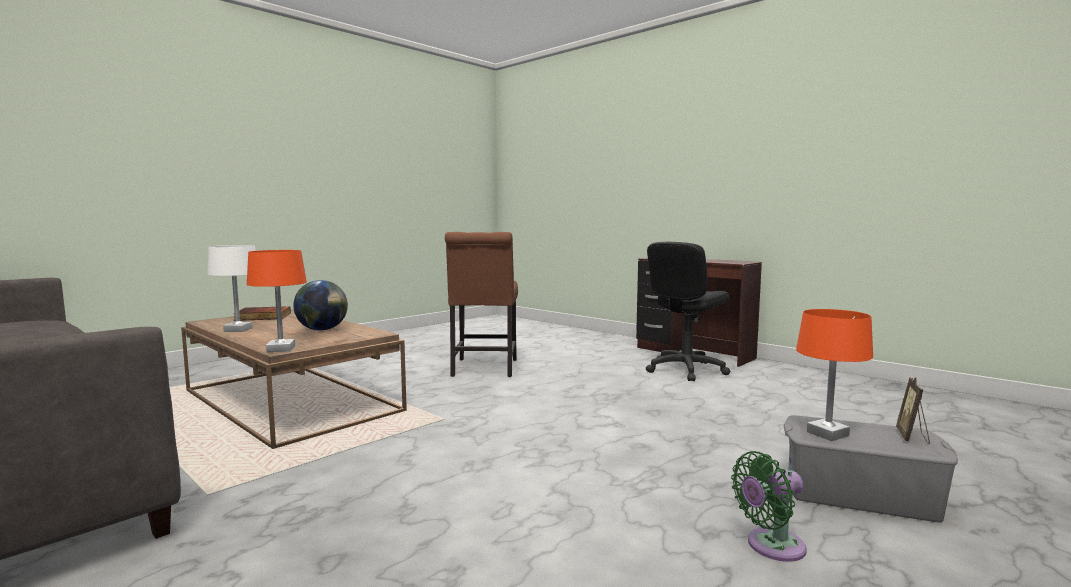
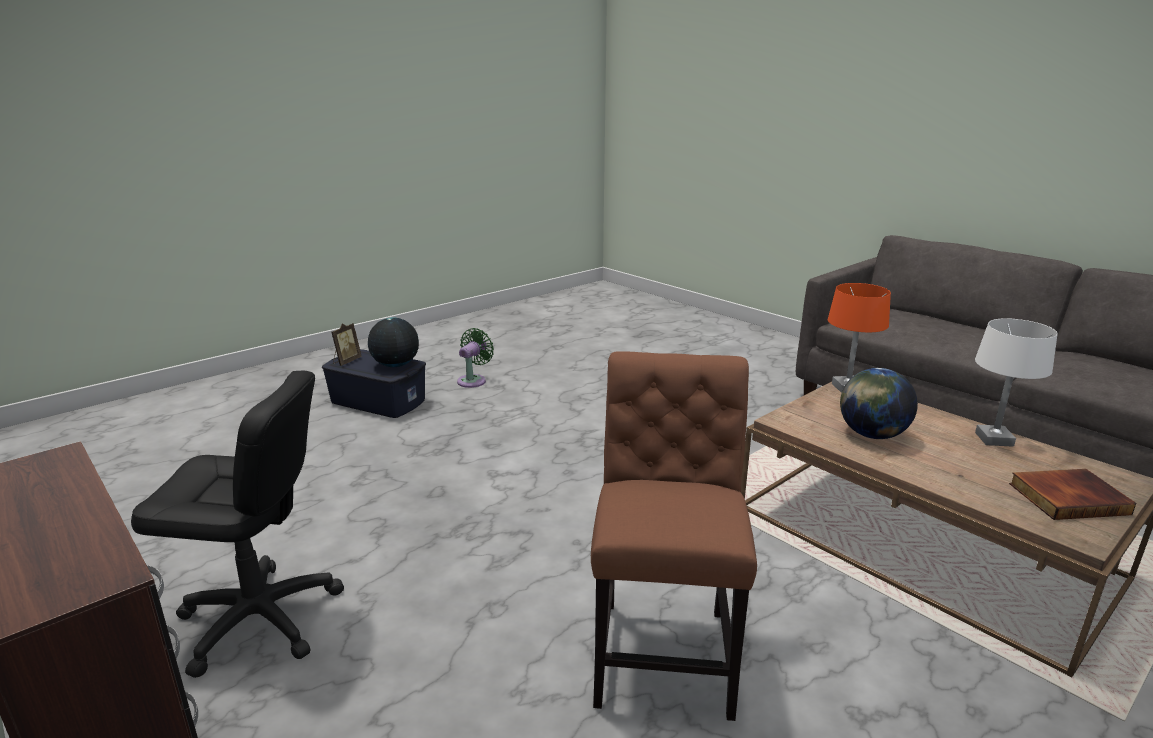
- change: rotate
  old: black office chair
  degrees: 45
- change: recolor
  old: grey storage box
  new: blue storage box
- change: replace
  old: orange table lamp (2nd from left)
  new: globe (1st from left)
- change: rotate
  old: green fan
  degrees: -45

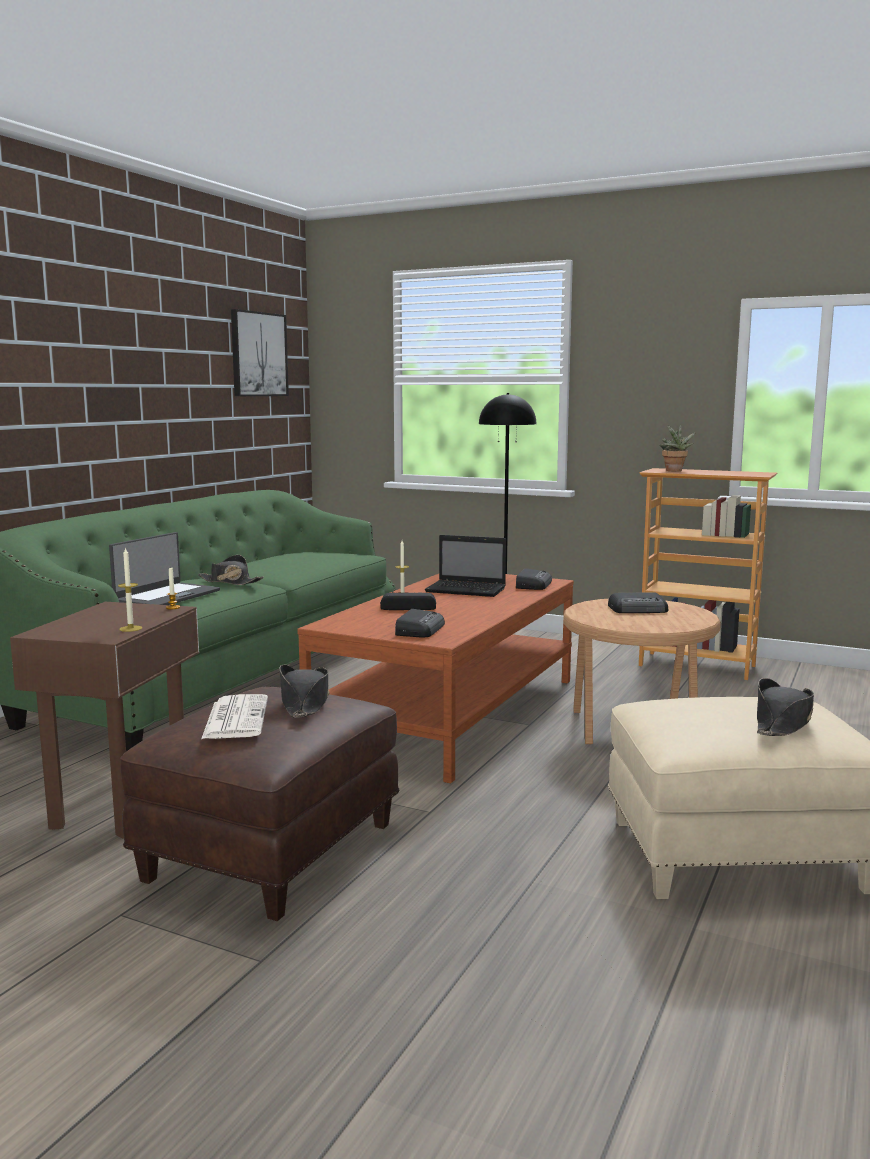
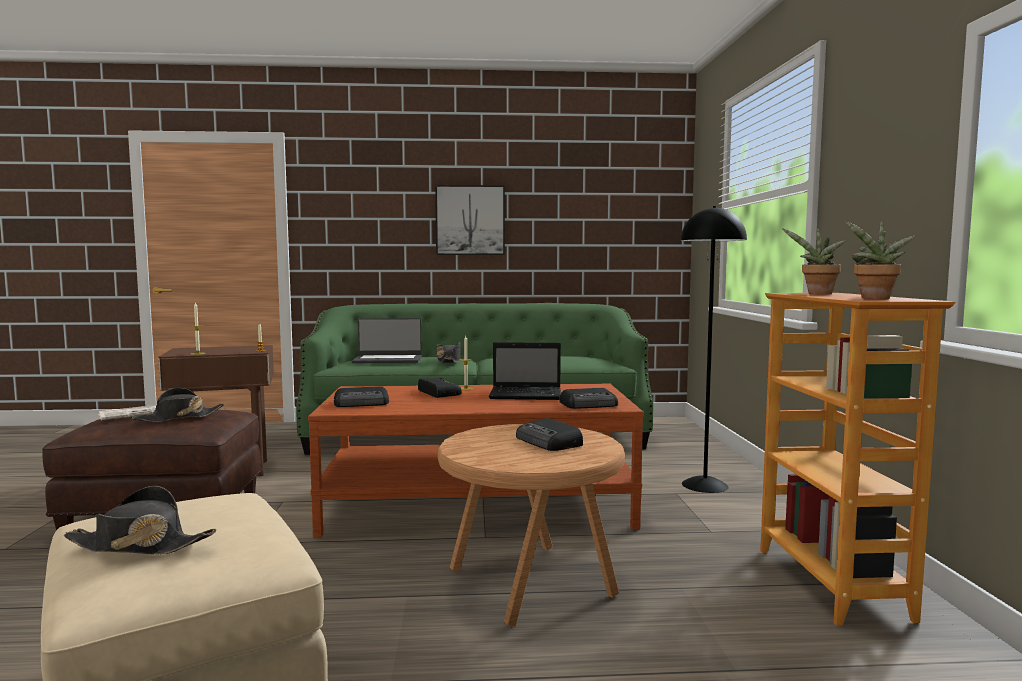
- change: move
  old: picture
- change: rotate
  old: laptop (2nd from left)
  degrees: -75
- change: insert
  new: potted plant (2nd from left)

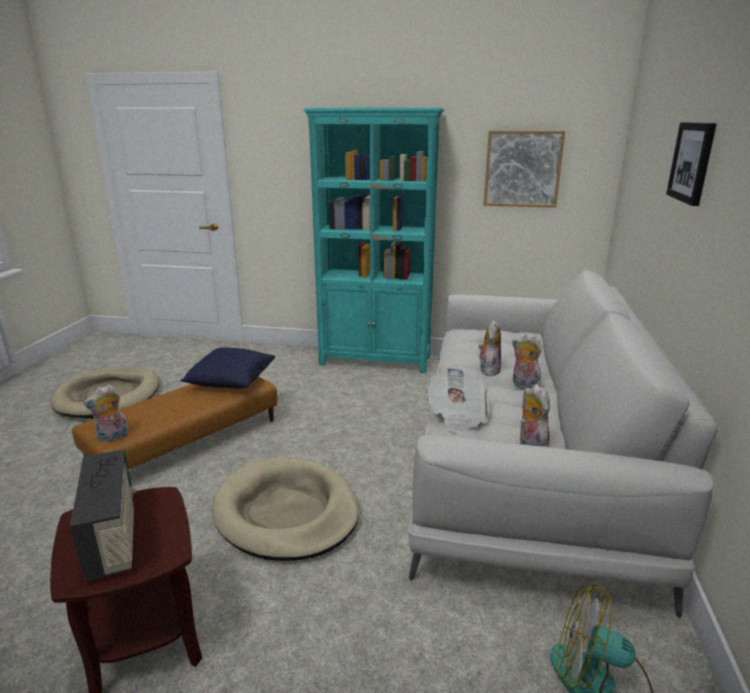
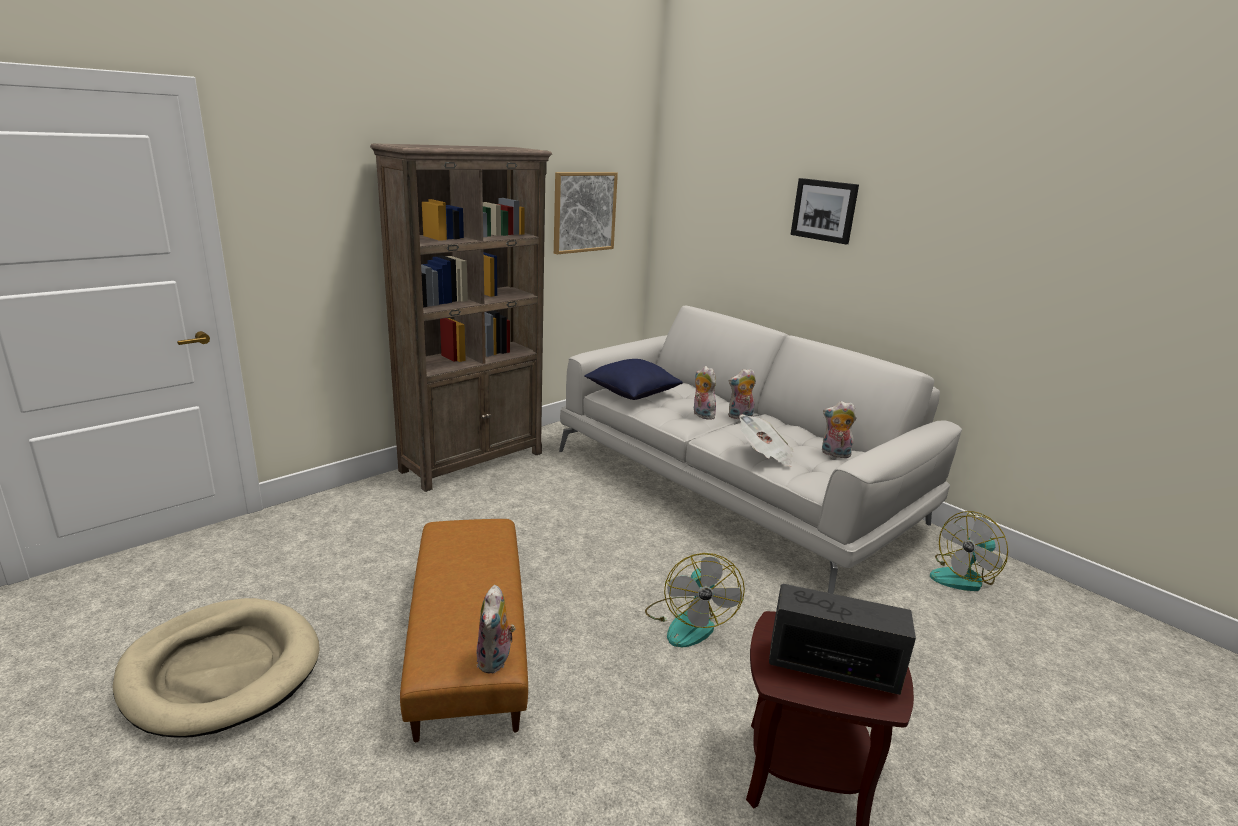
- change: recolor
  old: turquoise bookcase
  new: brown bookcase
- change: move
  old: blue pillow
- change: replace
  old: beige dog bed (2nd from left)
  new: fan (1st from left)

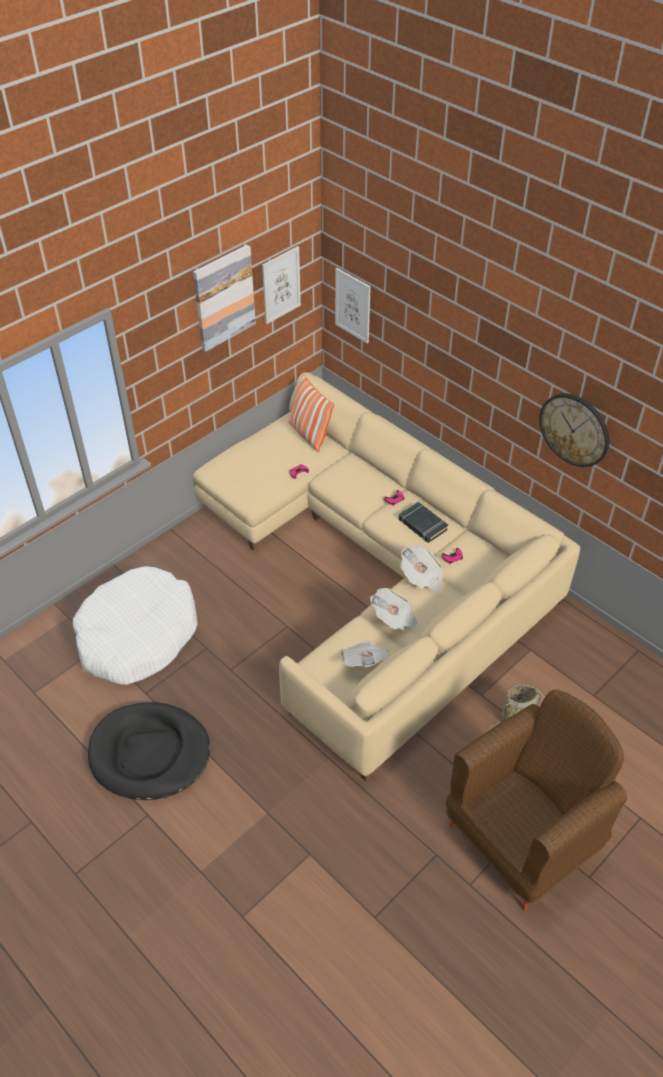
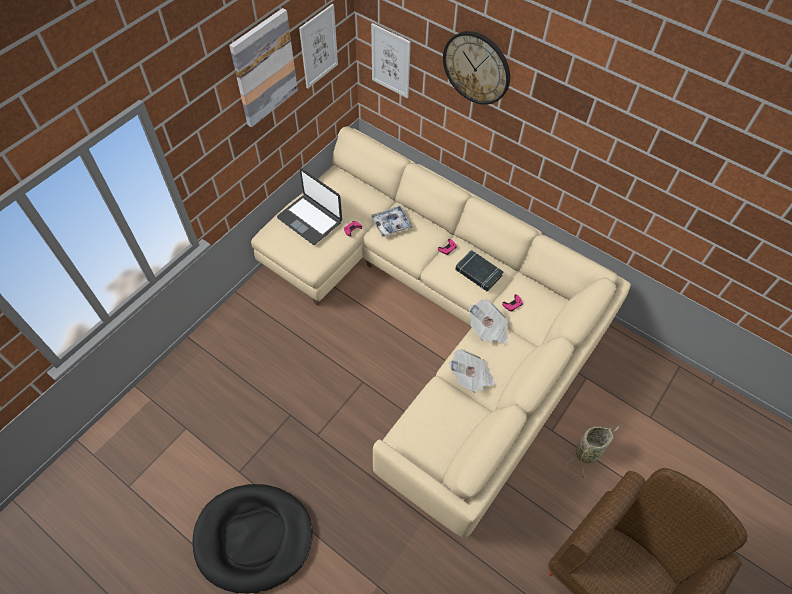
- change: insert
  new: laptop
- change: insert
  new: tray
- change: move
  old: wall clock
- change: delete
  old: white dog bed
- change: delete
  old: pillow
- change: delete
  old: newspaper (1st from left)

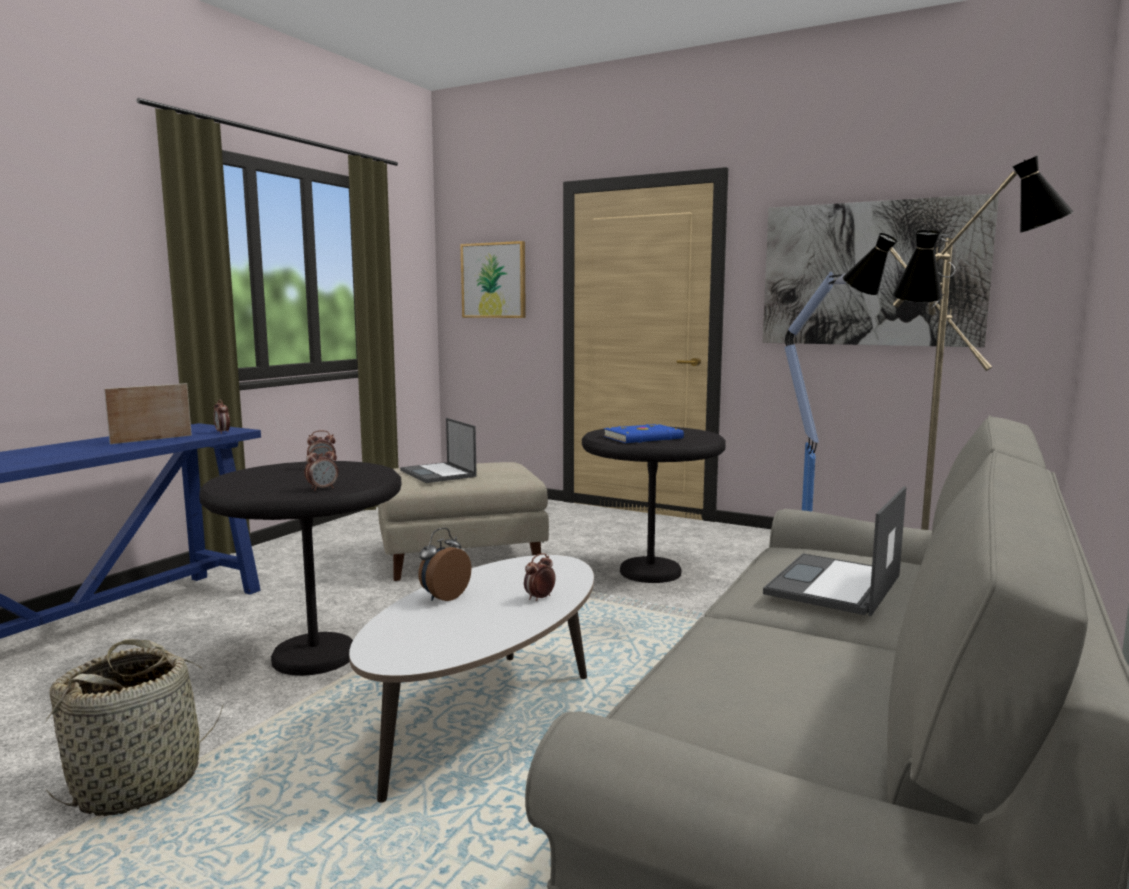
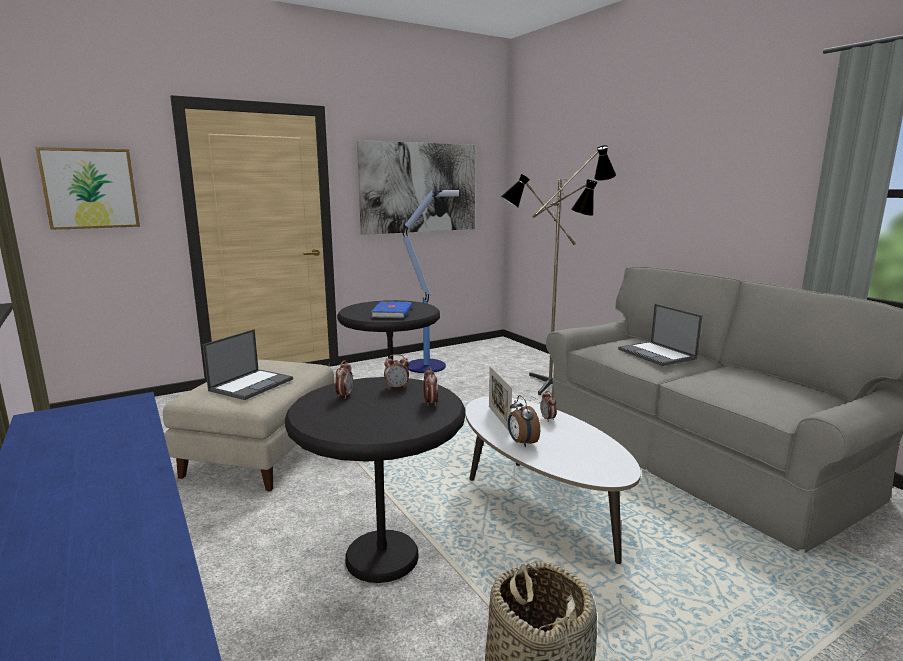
- change: rotate
  old: laptop (1st from left)
  degrees: -60
- change: move
  old: alarm clock (1st from left in the first image)
  new: alarm clock (2nd from left)
- change: move
  old: picture frame

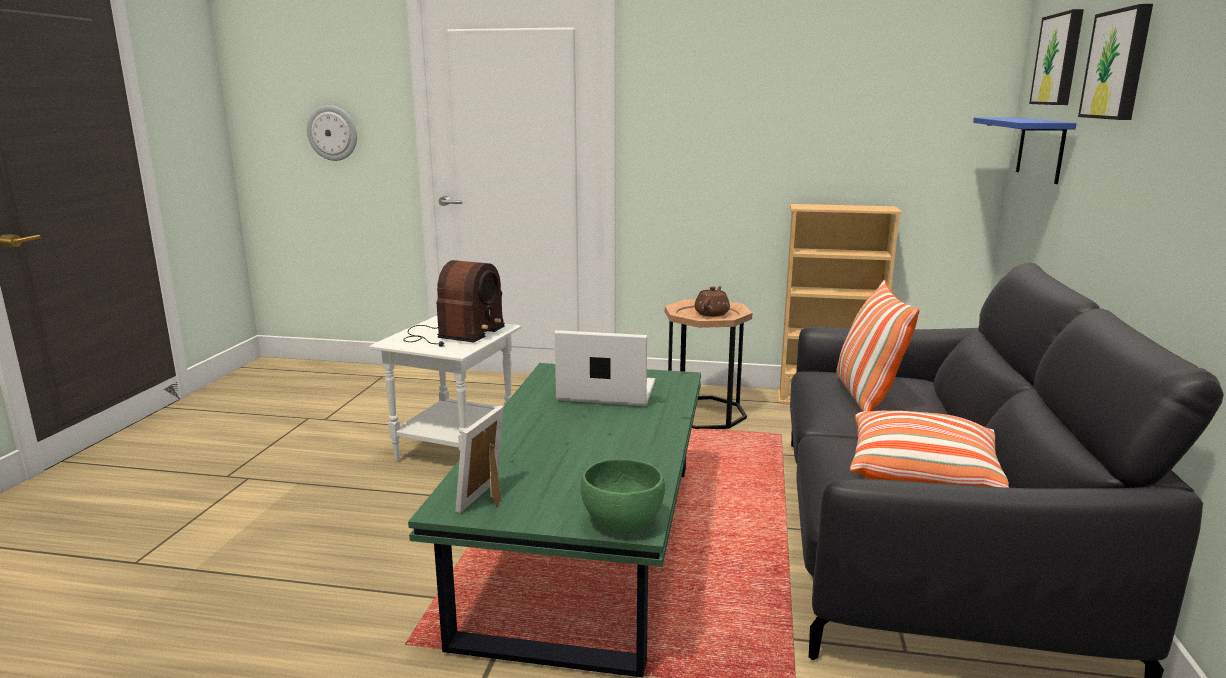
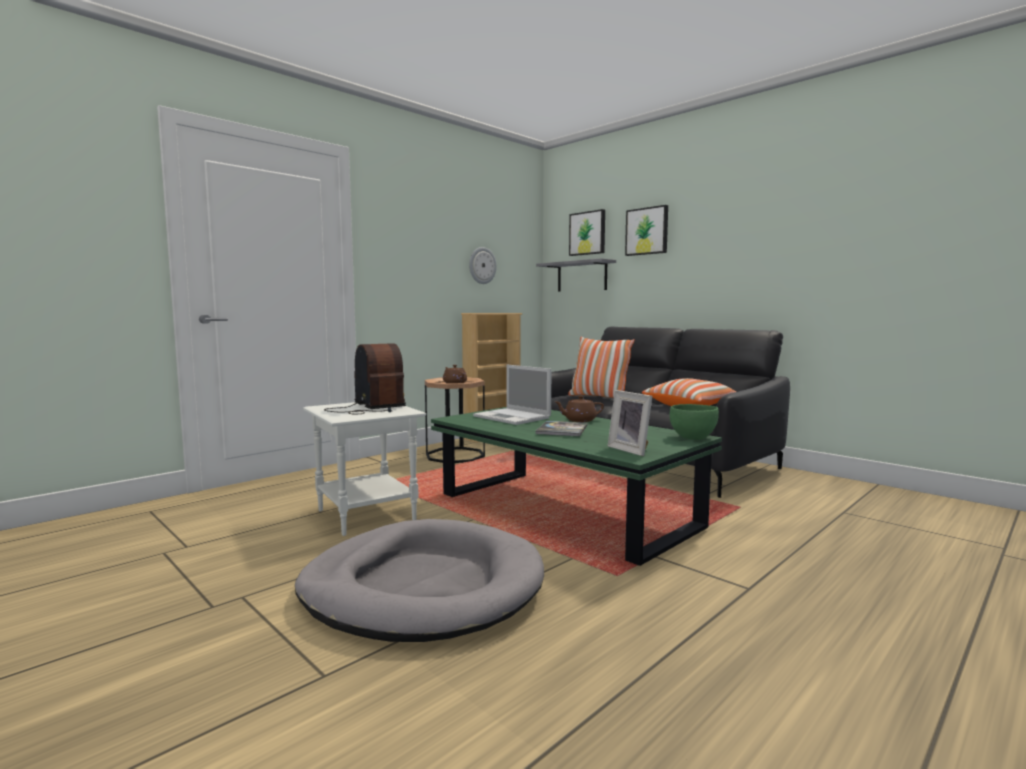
- change: insert
  new: grey dog bed
- change: move
  old: wall clock
- change: rotate
  old: laptop
  degrees: -90
- change: recolor
  old: blue shelf
  new: grey shelf
- change: insert
  new: book
- change: insert
  new: brown teapot (2nd from left)

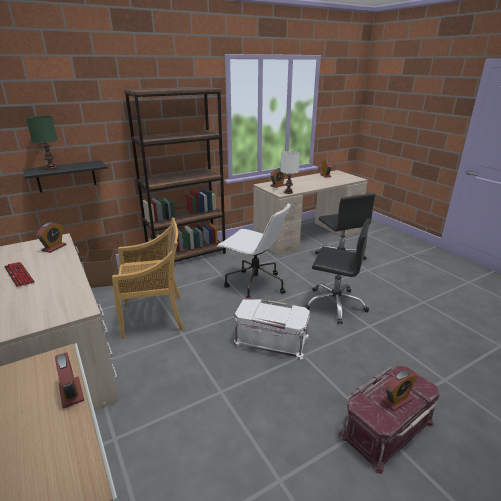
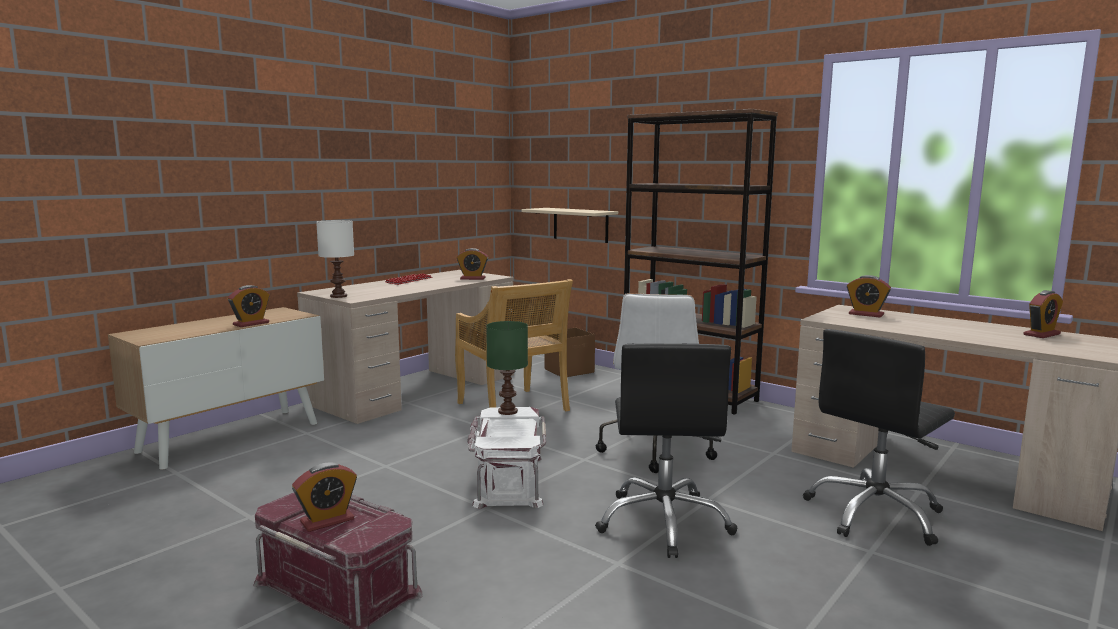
- change: rotate
  old: alarm clock (5th from left in the first image)
  degrees: -75
- change: move
  old: white table lamp
- change: move
  old: green table lamp
- change: recolor
  old: black shelf
  new: beige shelf

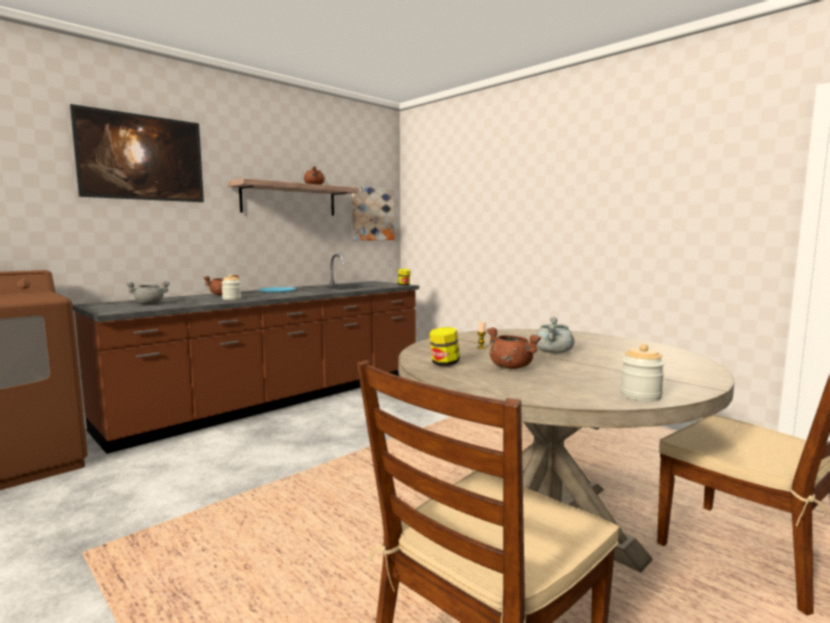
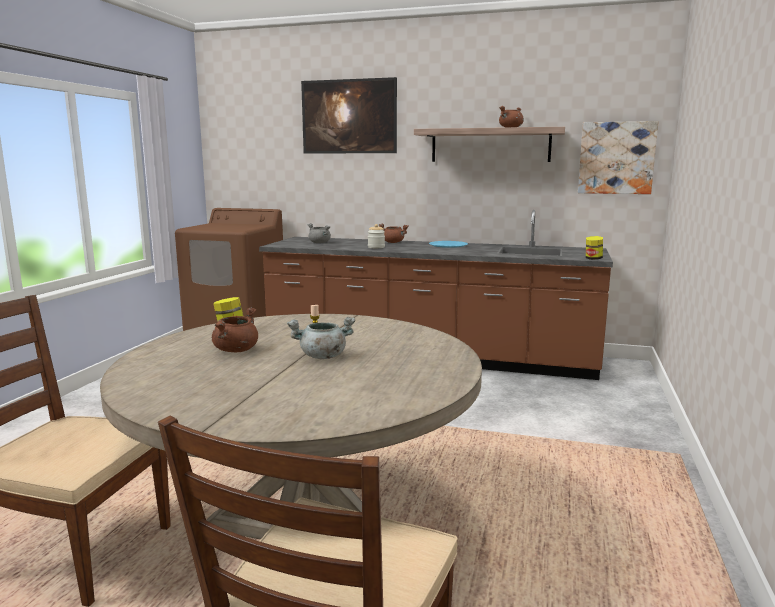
- change: delete
  old: jar (4th from left)

